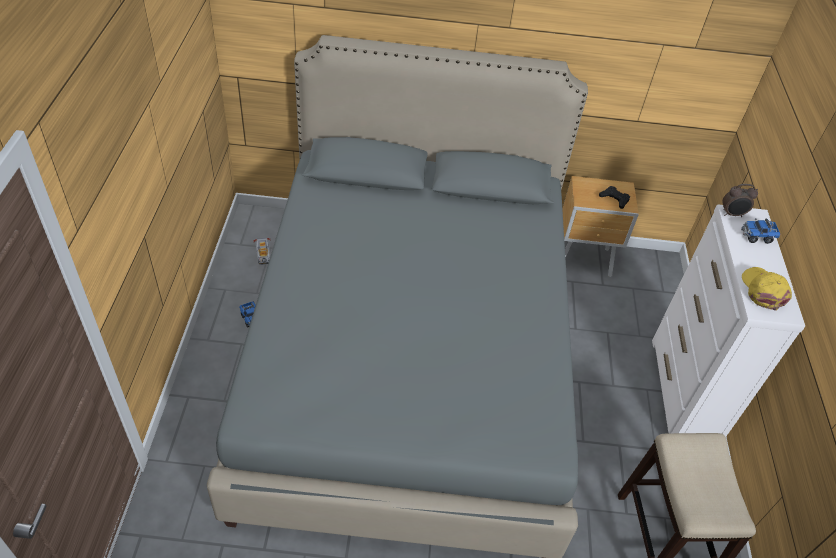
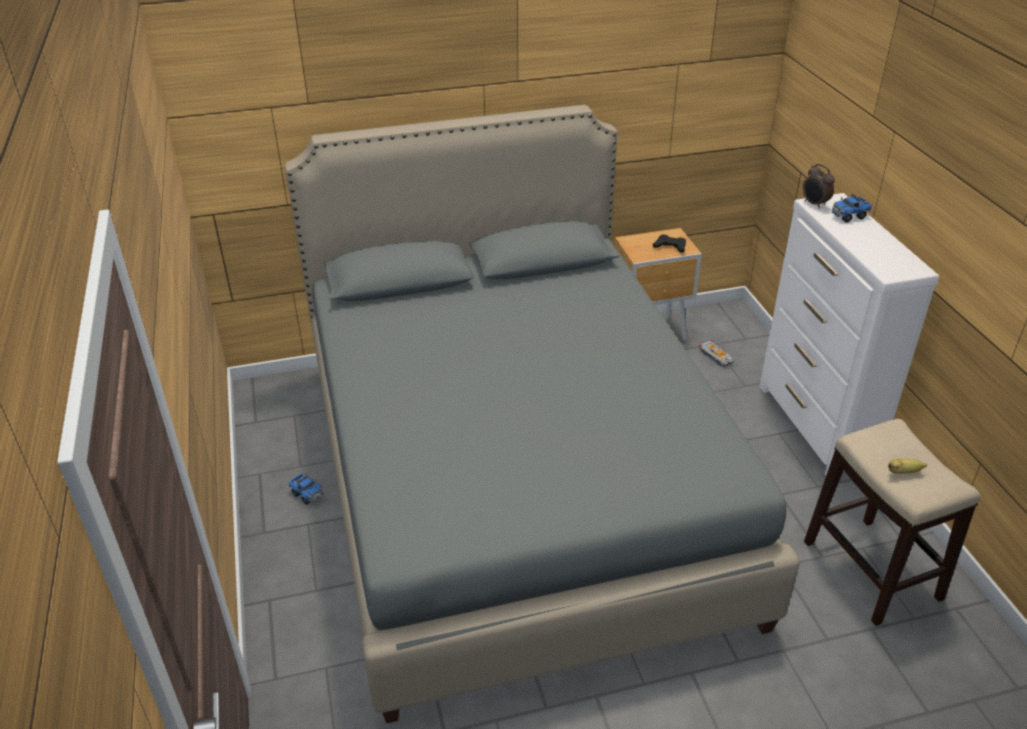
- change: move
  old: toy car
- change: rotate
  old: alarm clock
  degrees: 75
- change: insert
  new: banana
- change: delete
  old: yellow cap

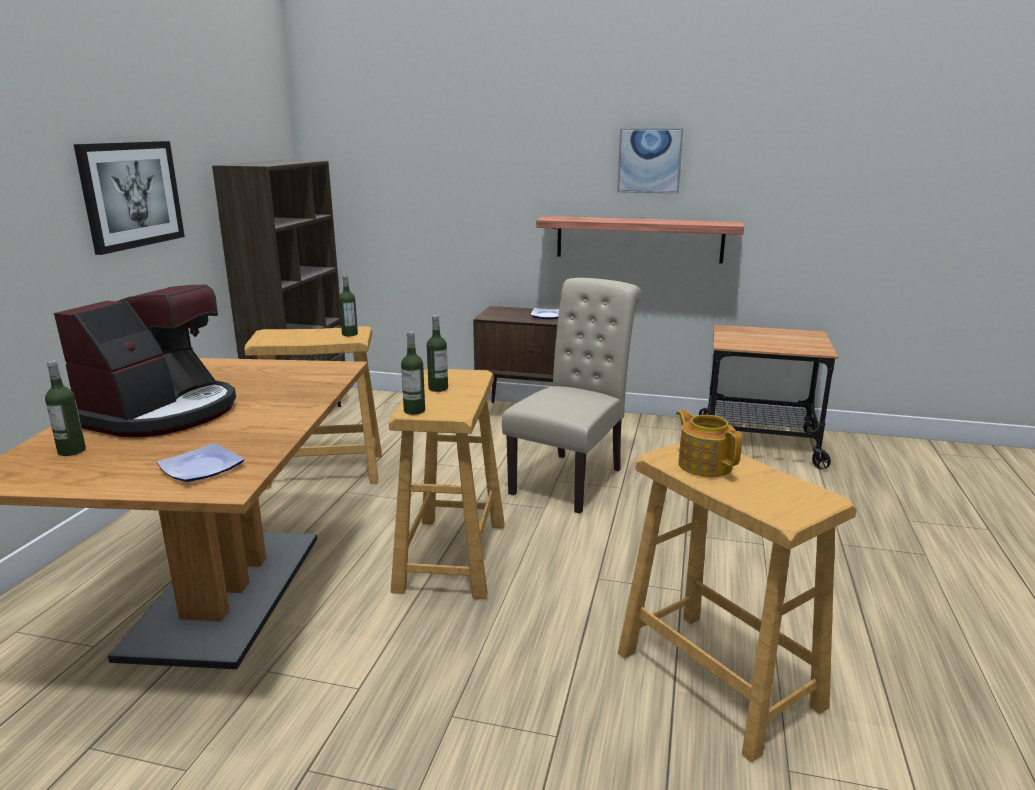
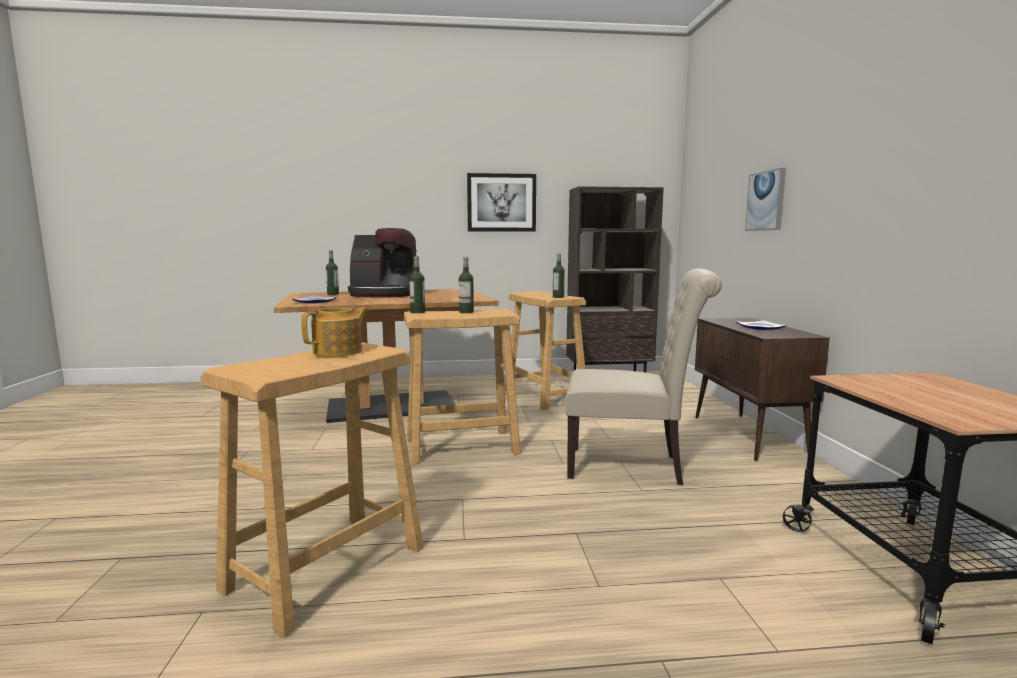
- change: move
  old: picture (2nd from left)
- change: delete
  old: shelf

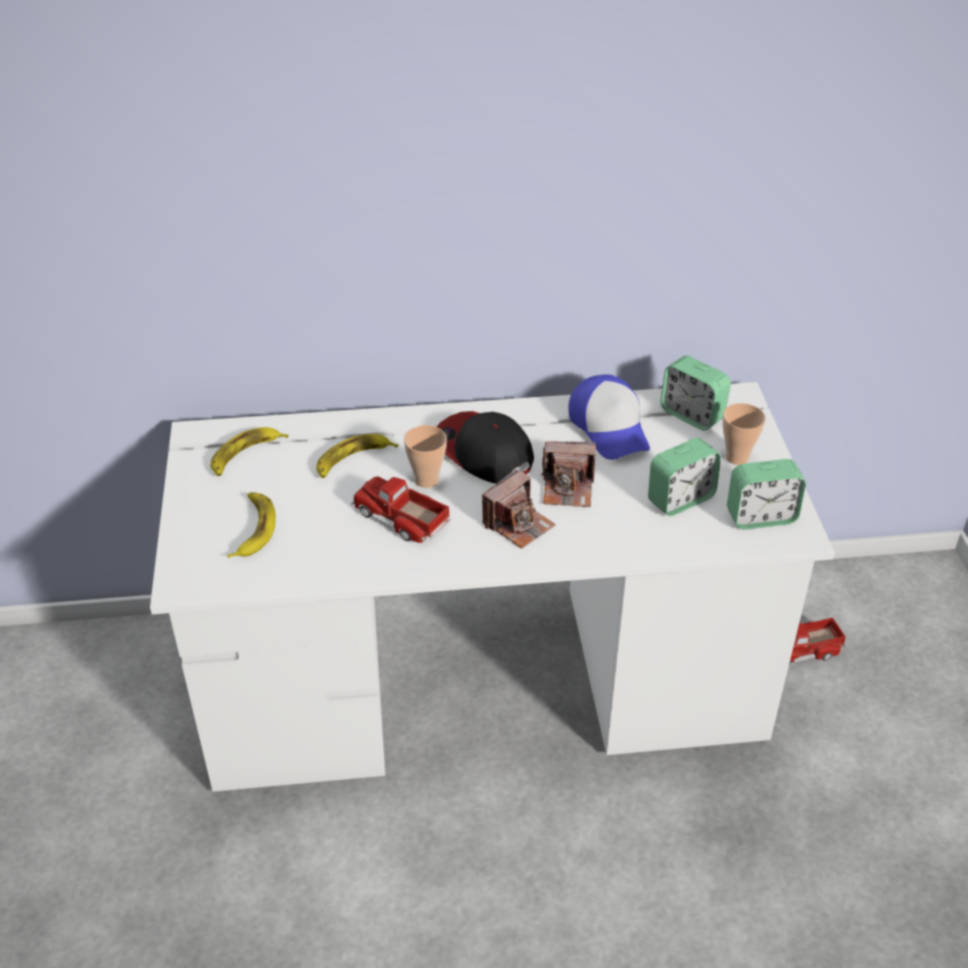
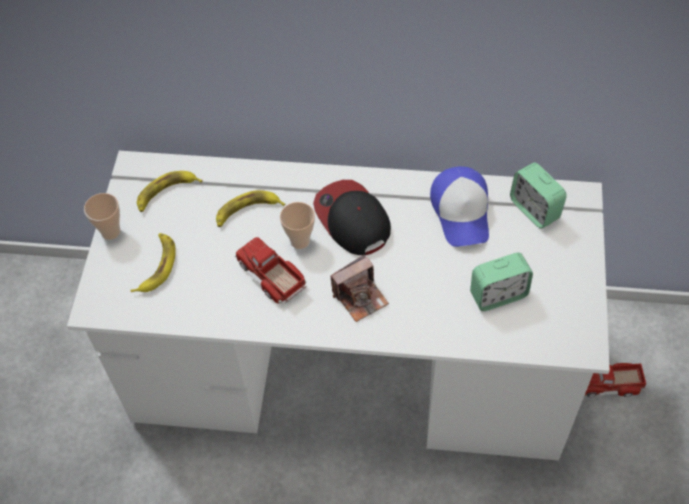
- change: move
  old: cup (2nd from left in the first image)
  new: cup (1st from left)
- change: delete
  old: photo camera (2nd from left)
- change: delete
  old: alarm clock (3rd from left)

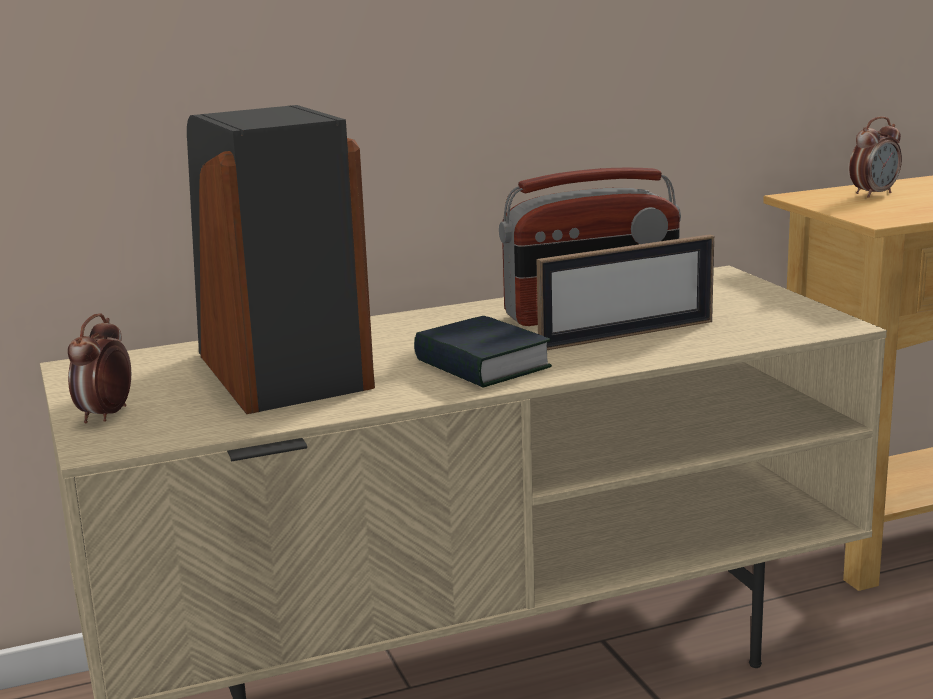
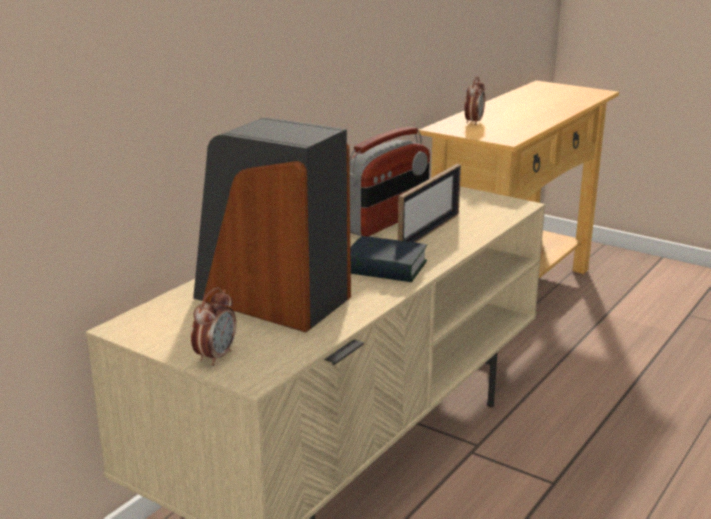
- change: rotate
  old: alarm clock (1st from left)
  degrees: -135

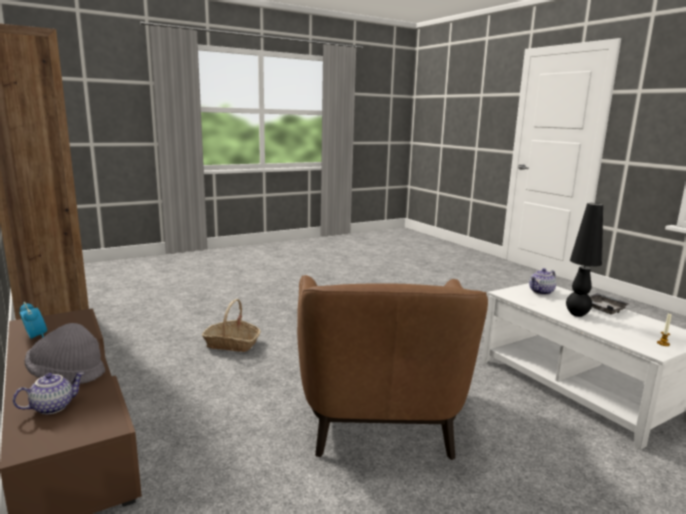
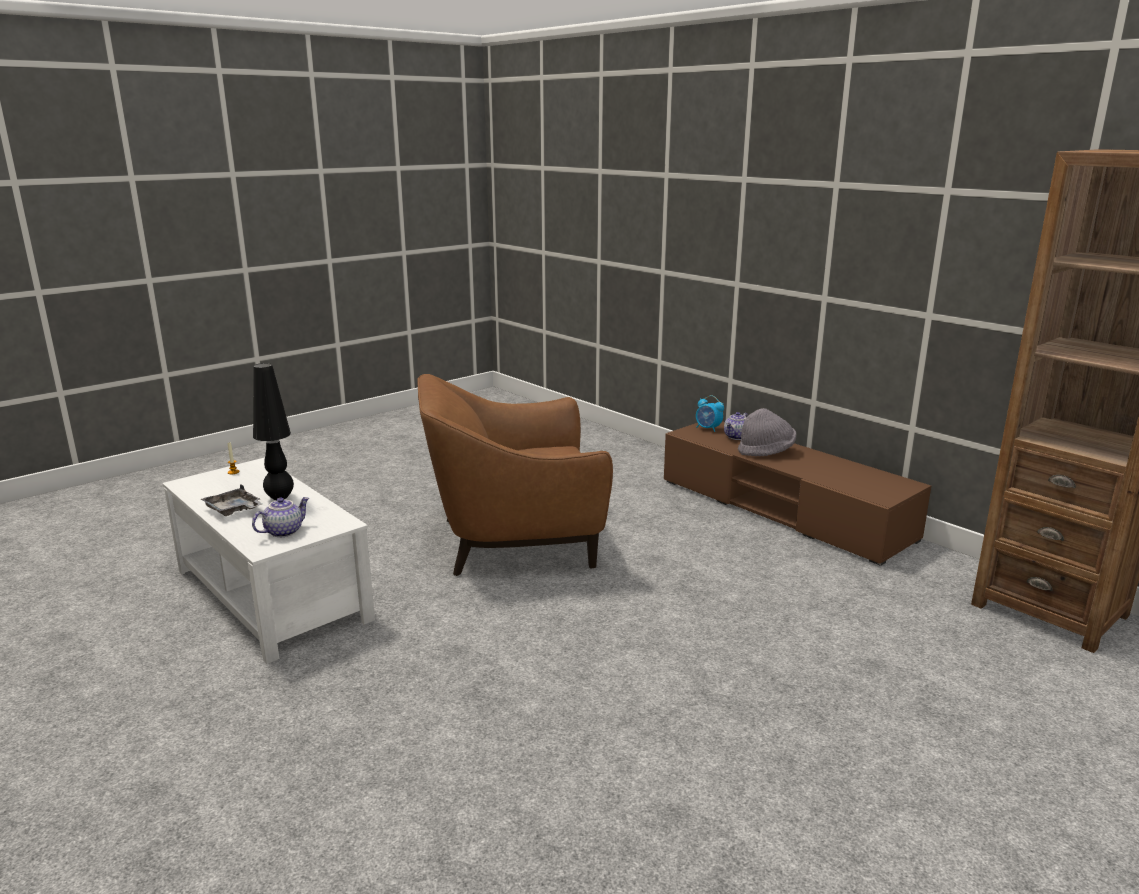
- change: rotate
  old: brown armchair
  degrees: -90
- change: move
  old: alarm clock
- change: delete
  old: basket

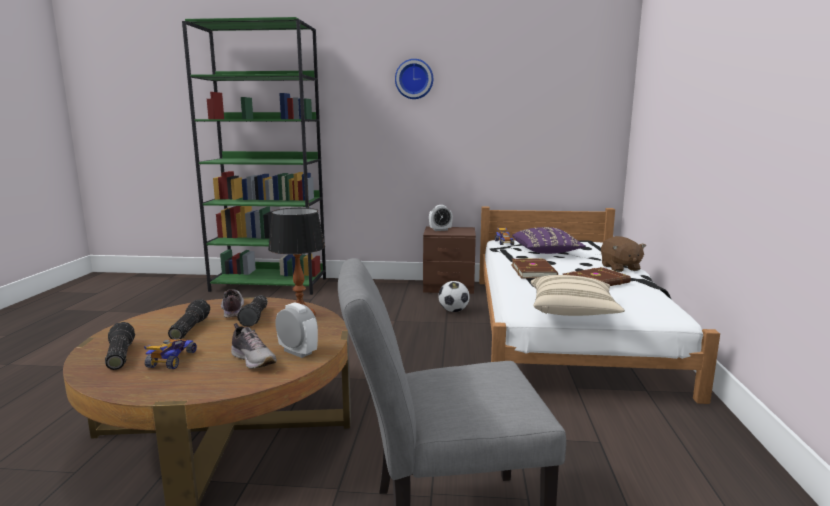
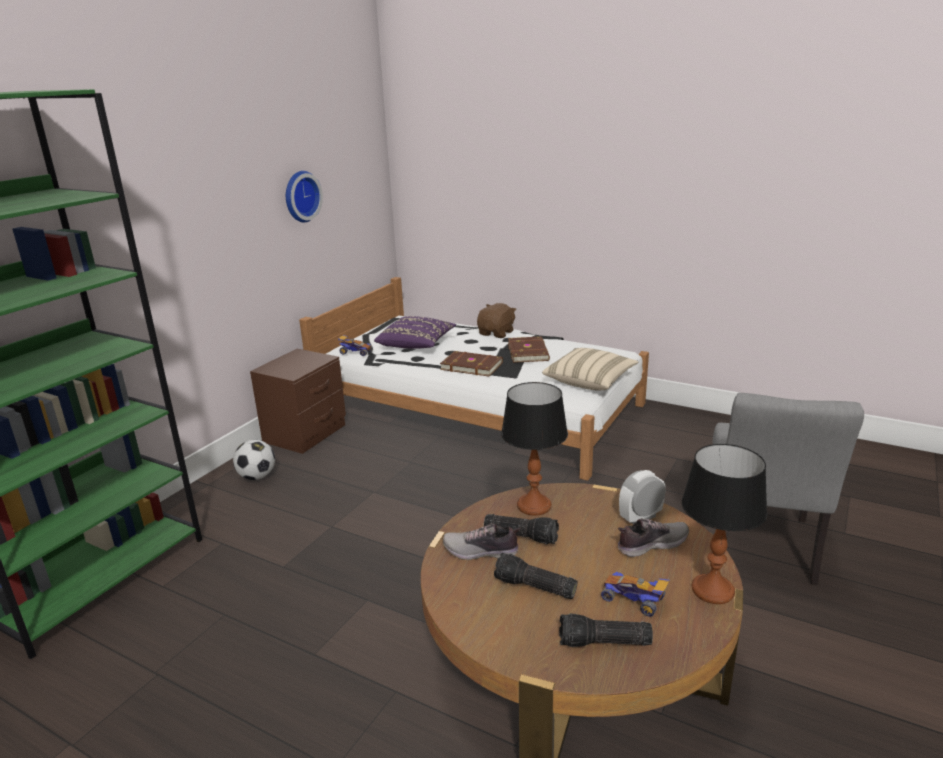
- change: move
  old: football
- change: move
  old: wall clock
- change: rotate
  old: brown plush toy
  degrees: -75
- change: insert
  new: table lamp (2nd from left)
- change: delete
  old: alarm clock (2nd from left)

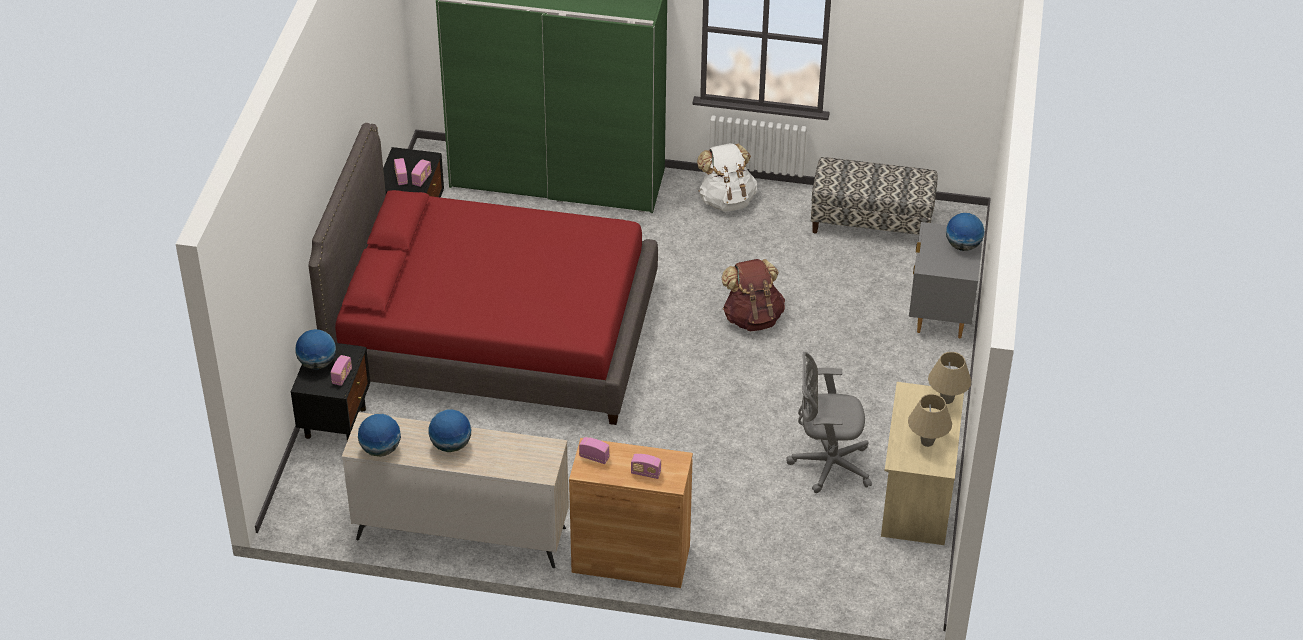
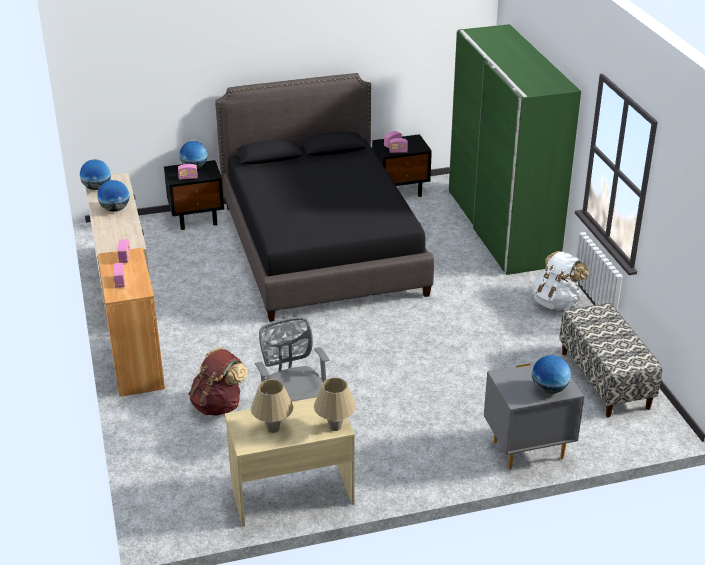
- change: move
  old: brown backpack
- change: recolor
  old: red bed
  new: black bed

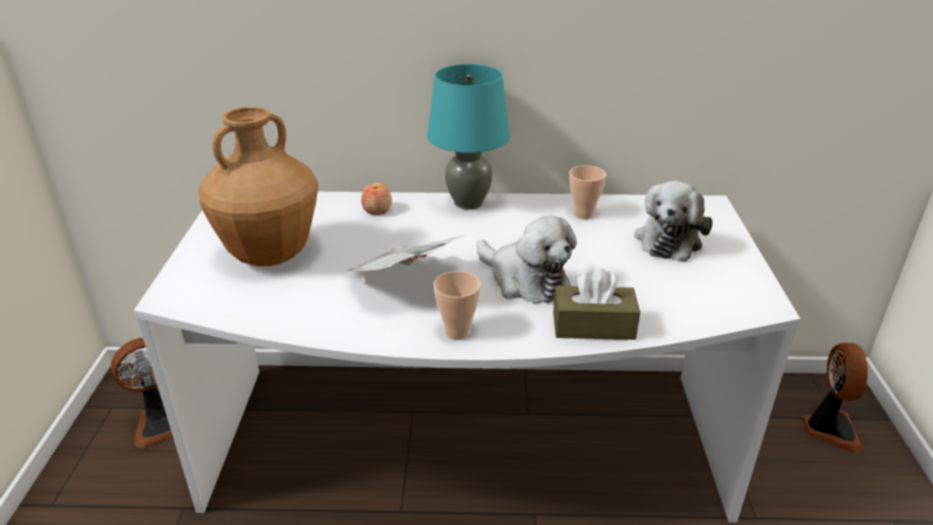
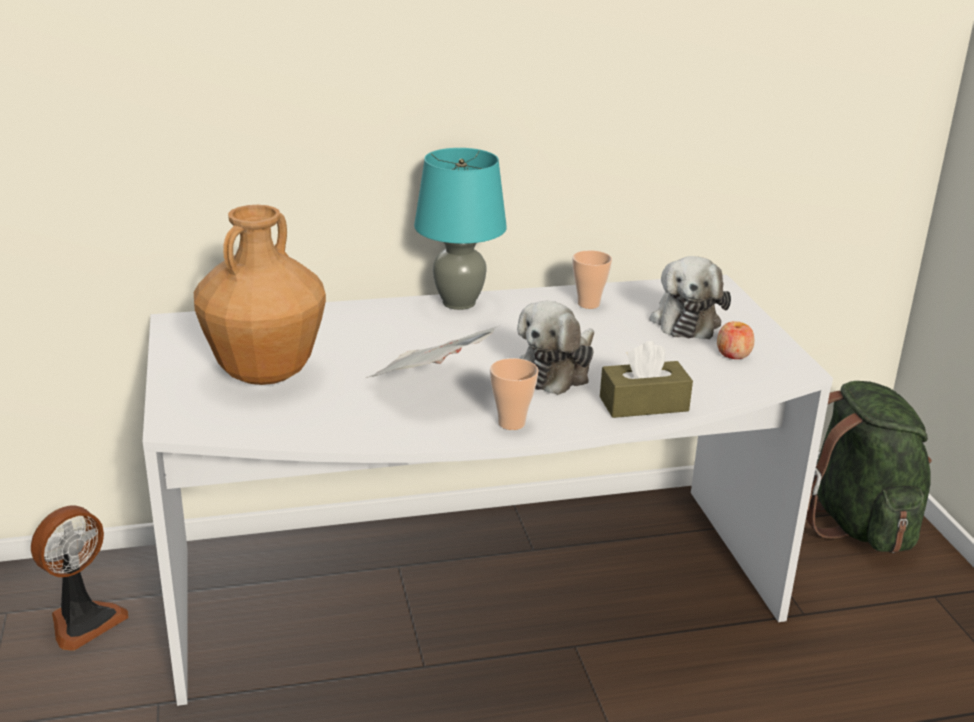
- change: rotate
  old: plush toy (1st from left)
  degrees: 90
- change: move
  old: apple
- change: replace
  old: fan (2nd from left)
  new: green backpack

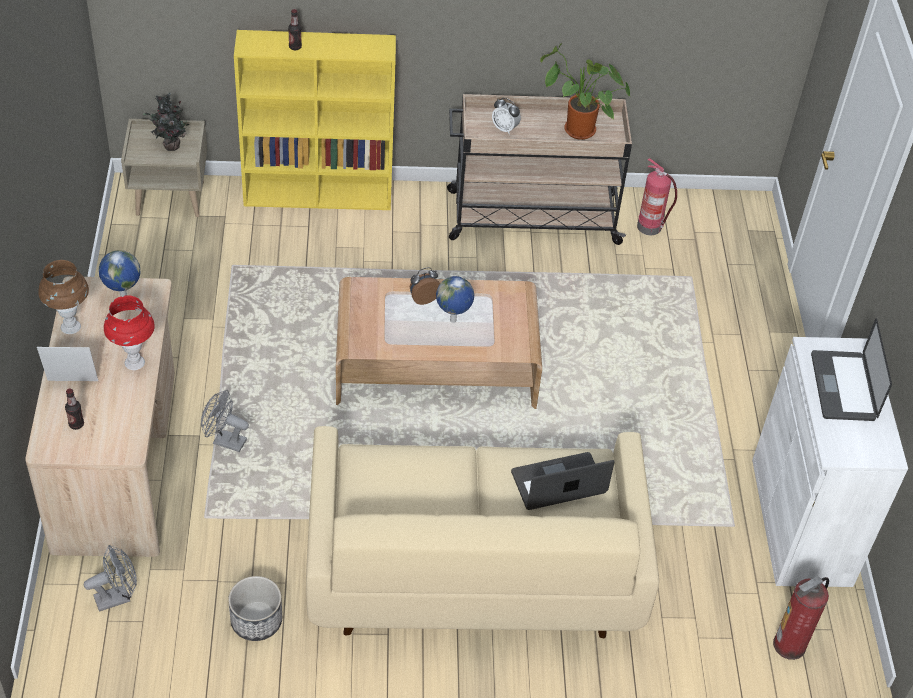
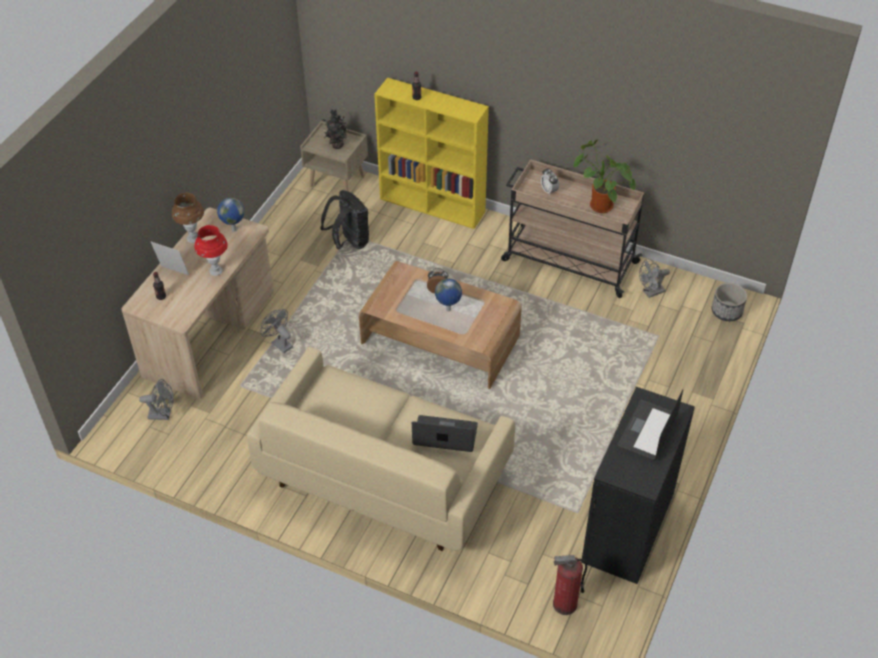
- change: insert
  new: black backpack
- change: recolor
  old: white cabinet
  new: black cabinet
- change: replace
  old: fire extinguisher (1st from left)
  new: grey fan (3rd from left)
- change: move
  old: planter

